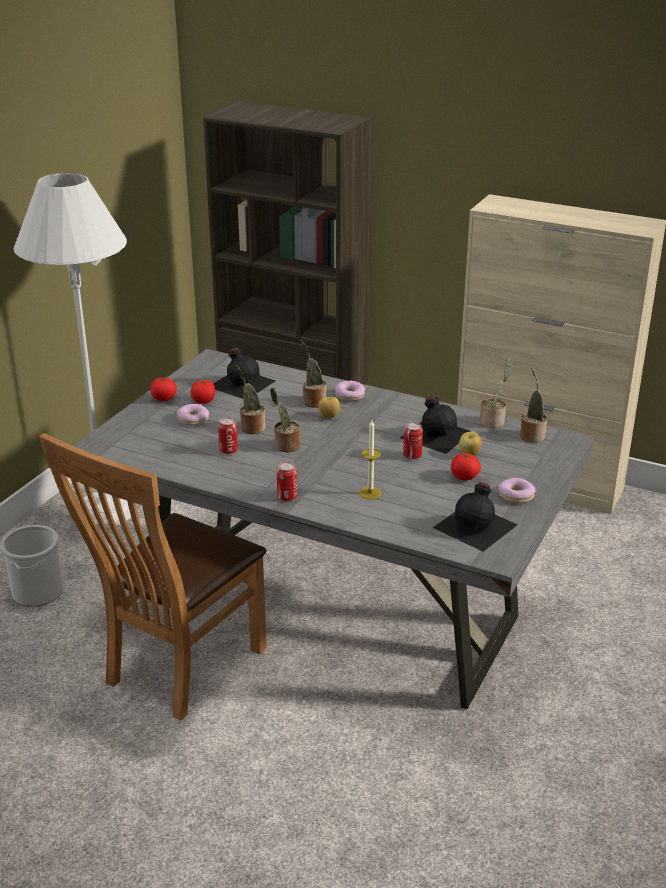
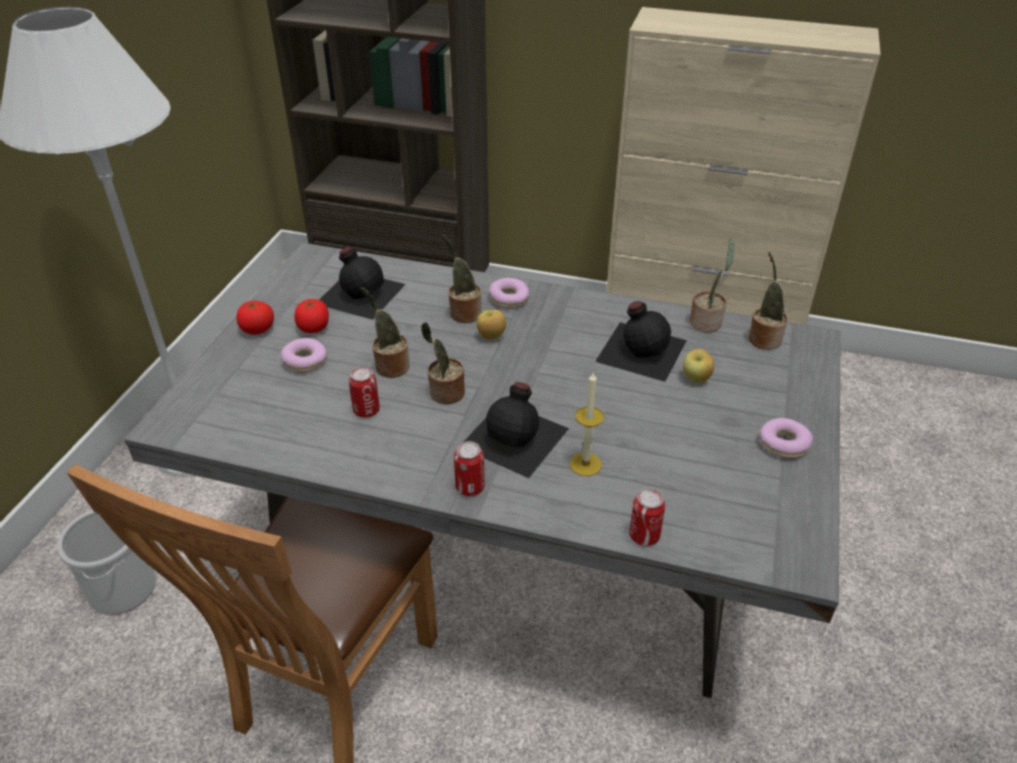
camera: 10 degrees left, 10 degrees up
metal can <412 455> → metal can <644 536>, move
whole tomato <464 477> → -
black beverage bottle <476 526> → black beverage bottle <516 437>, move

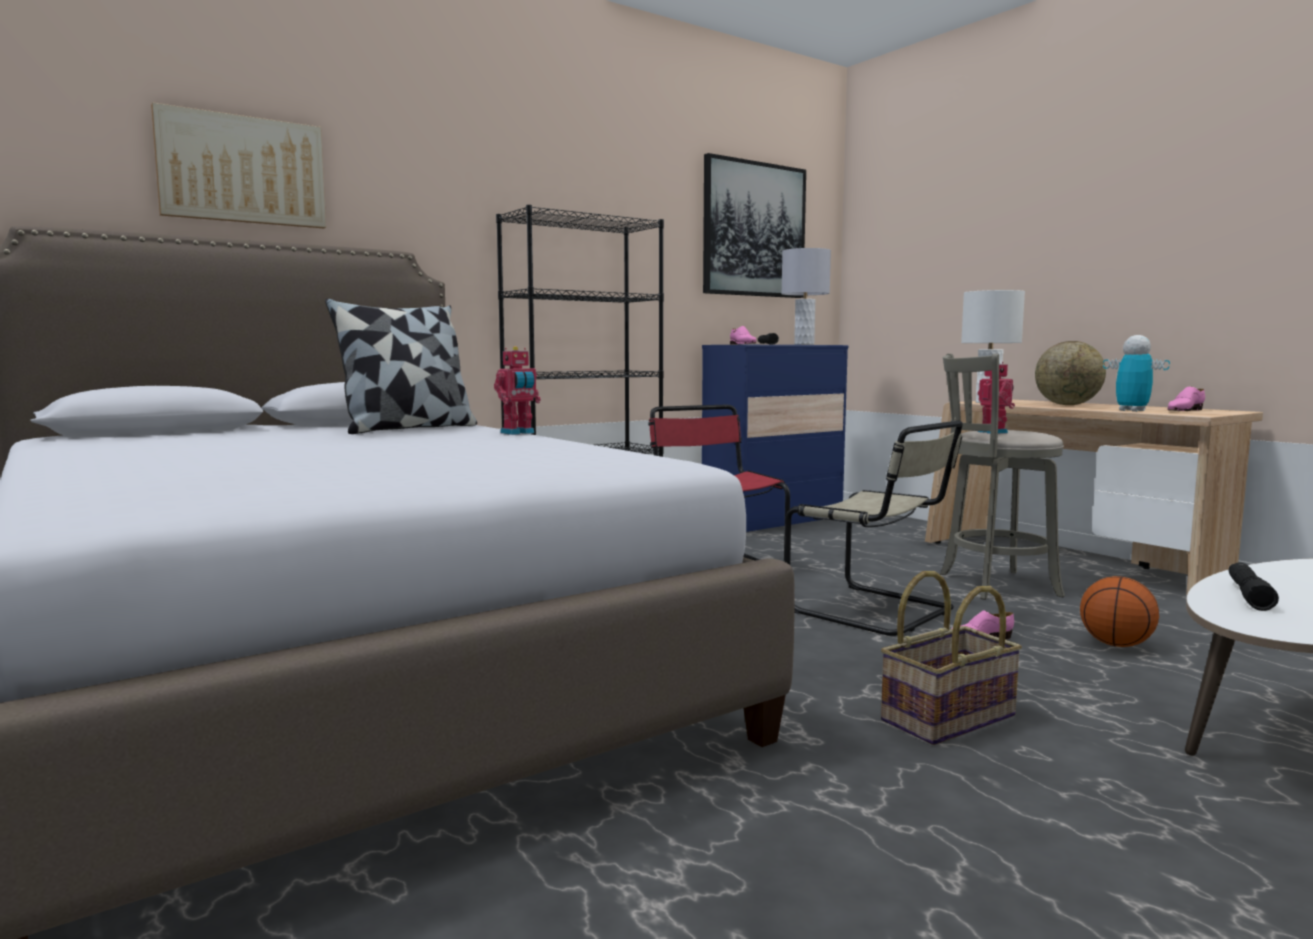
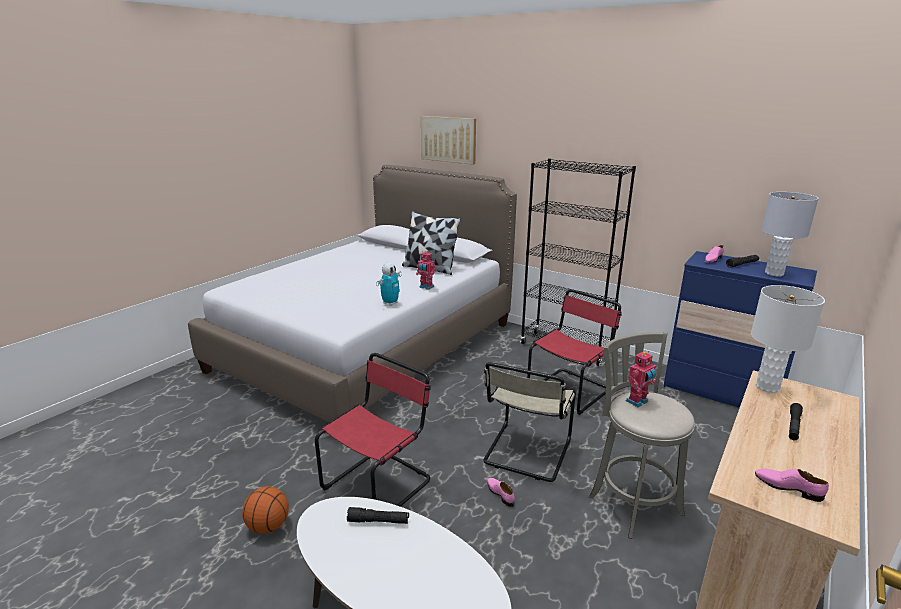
camera: 70 degrees right, 15 degrees up
wall art <754 230> → -
toy robot <1131 410> → toy robot <390 303>, move
globe <1067 405> → black torch <793 426>
basket <947 717> → reddish chair <380 483>
basketball <1116 645> → basketball <268 526>, move

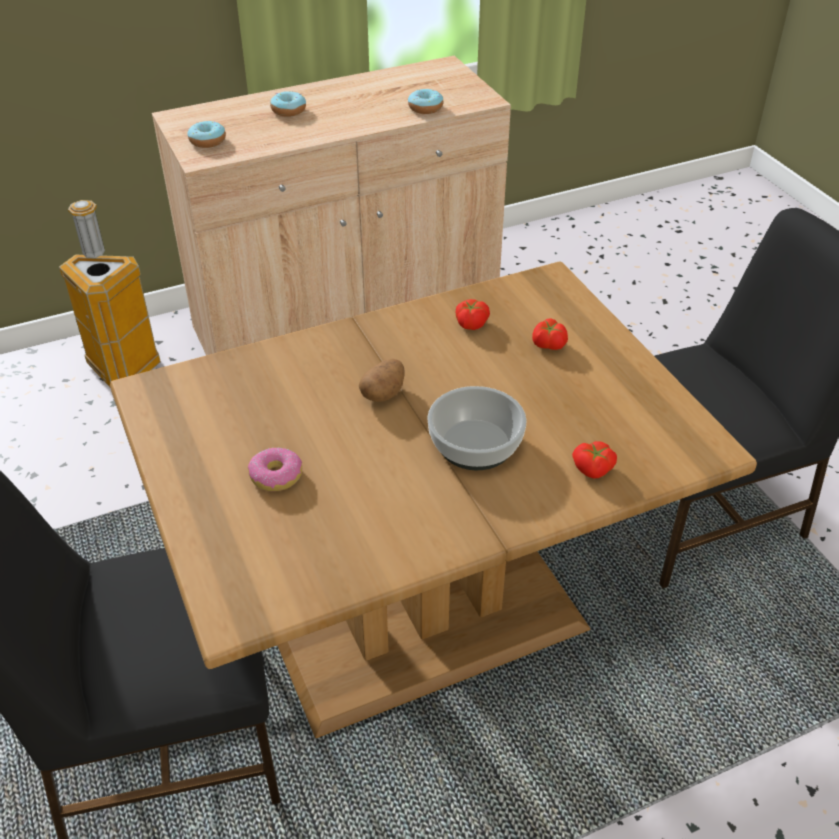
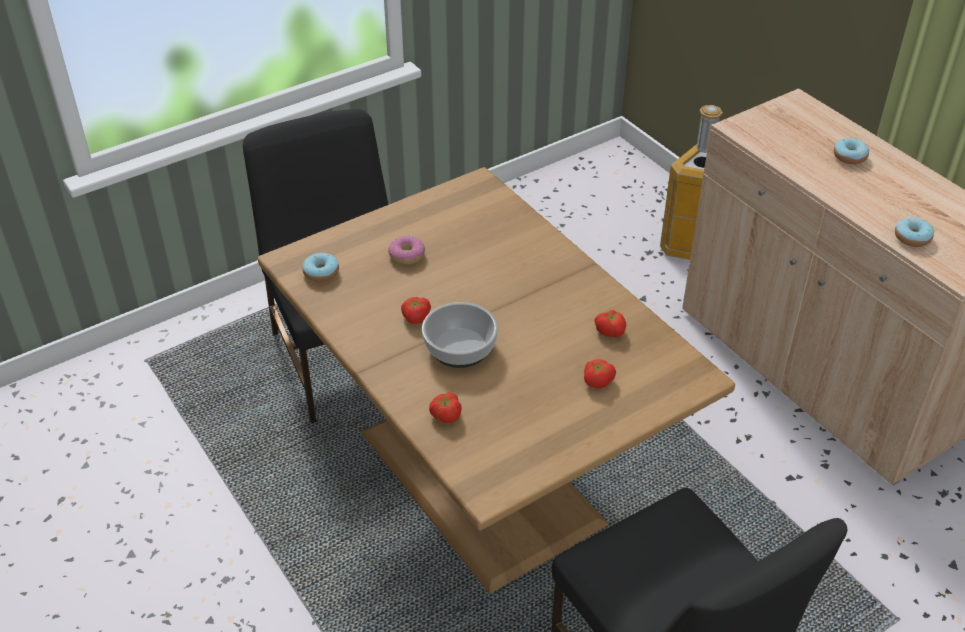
camera: 80 degrees right, 0 degrees up
ring doughnut <207 141> → ring doughnut <321 273>, move
spud <383 393> → -
- → whole tomato <415 317>

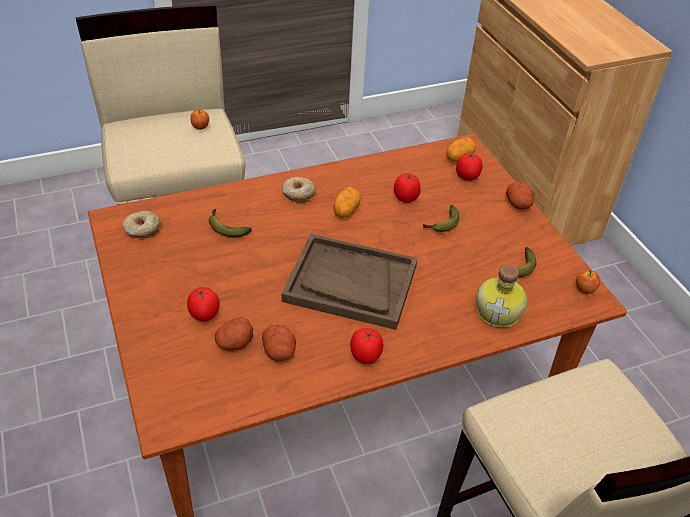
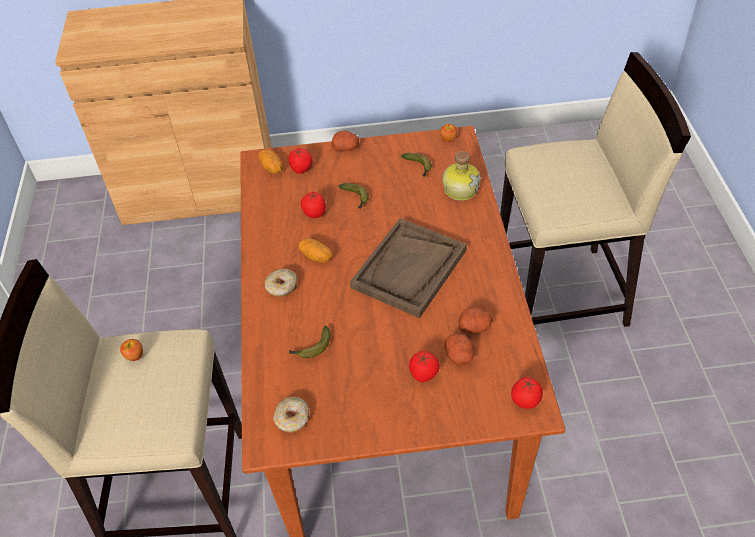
camera: 70 degrees left, 5 degrees up
whole tomato <365 356> → whole tomato <525 401>, move

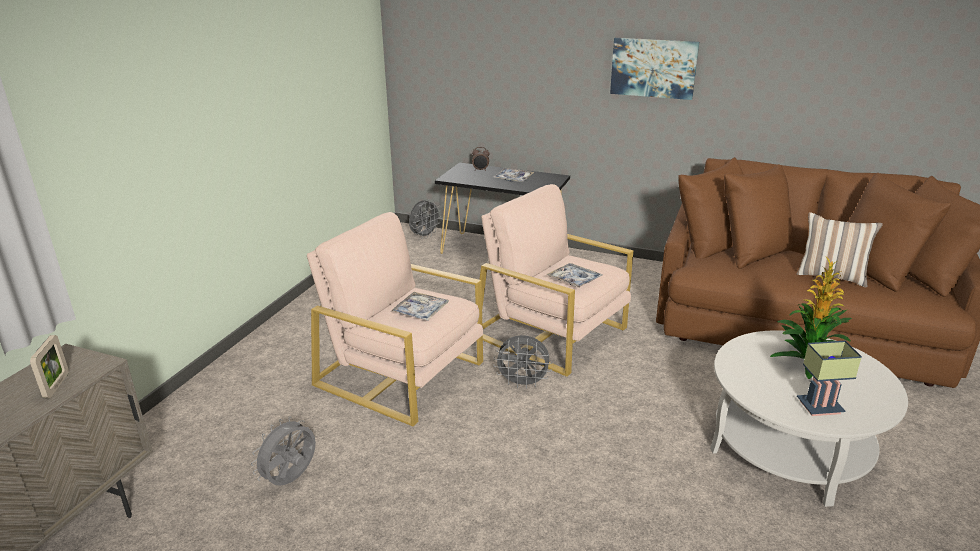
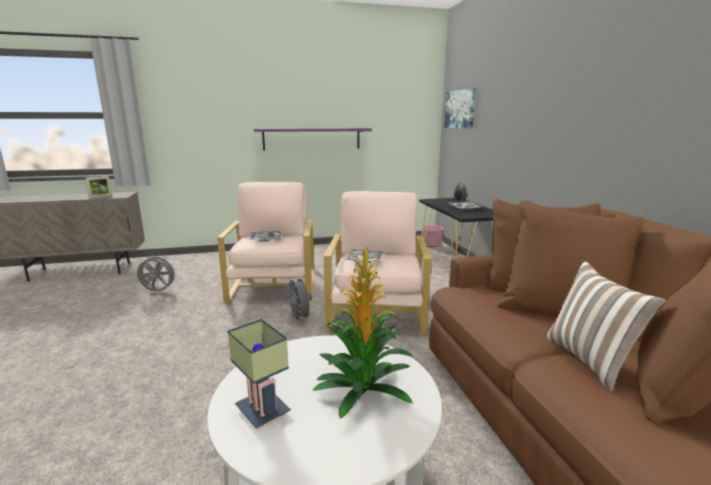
camera: 55 degrees right, 10 degrees down
wall art <653 68> → wall art <460 109>, move
grey cooling fan <424 236> → pink-coloured flower pot <431 246>
- → purplish shelf <312 139>

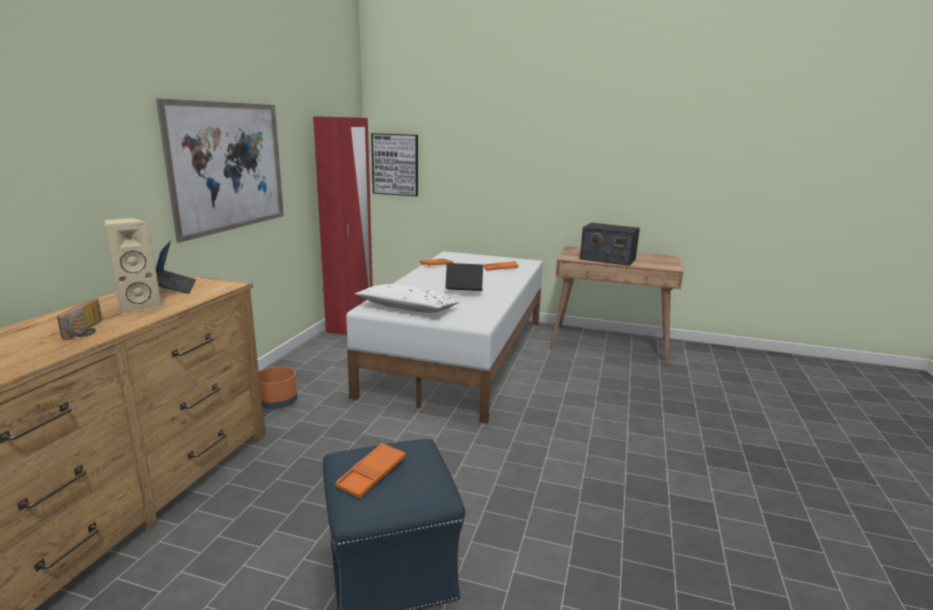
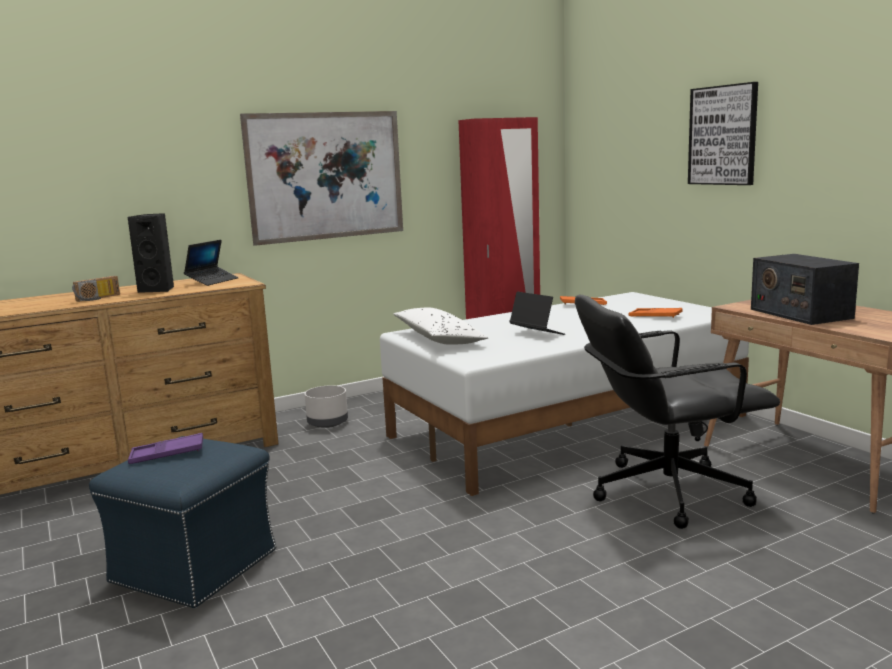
camera: 45 degrees right, 5 degrees down
wall art <395 164> → wall art <723 135>, move
beige-coloured speaker <138 306> → black speaker <158 289>
orange flower pot <277 402> → grey flower pot <328 423>
orange serving tray <372 474> → purplish serving tray <167 454>
- → black computer chair <666 492>

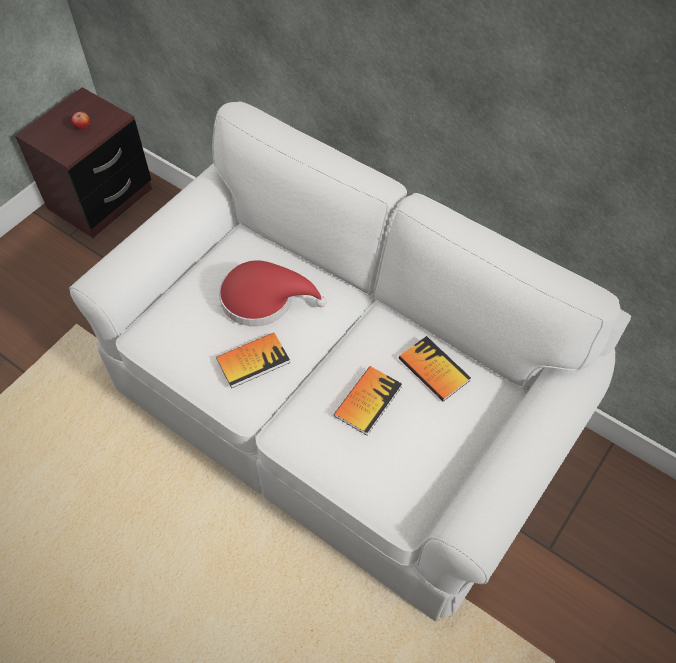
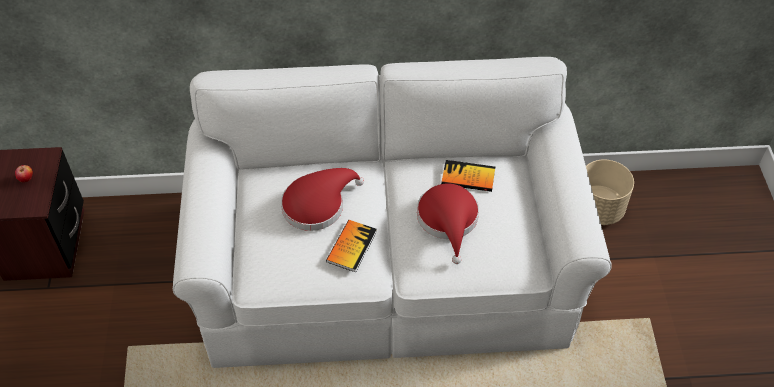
camera: 40 degrees left, 5 degrees down
book <368 401> → reddish hat <448 221>
- → beige-coloured flower pot <598 209>

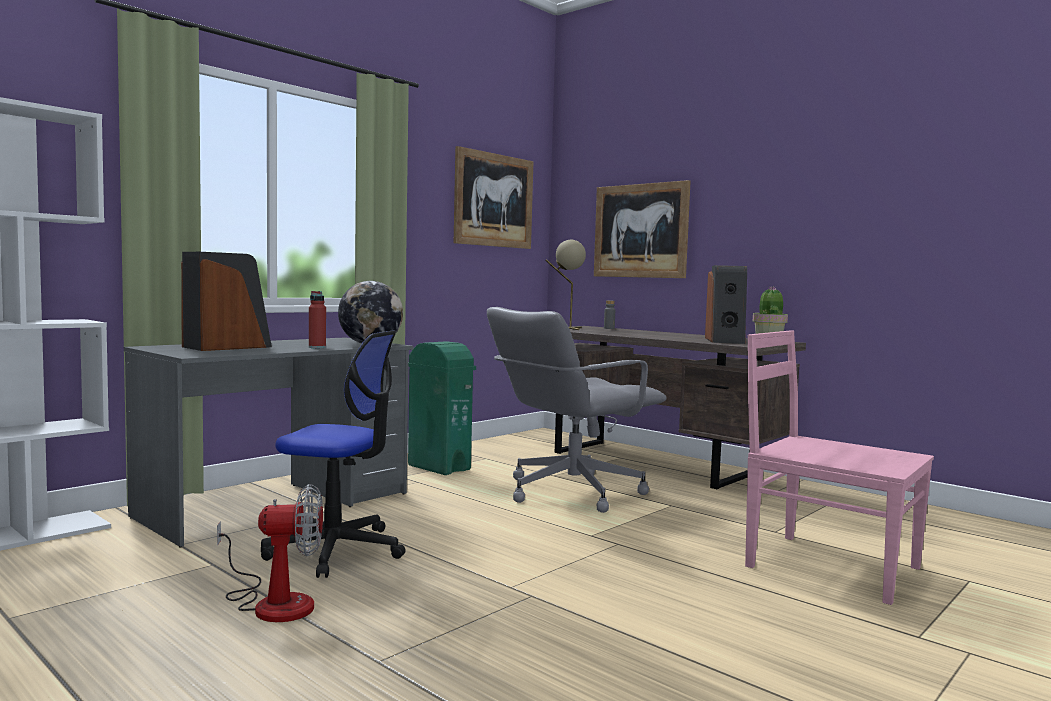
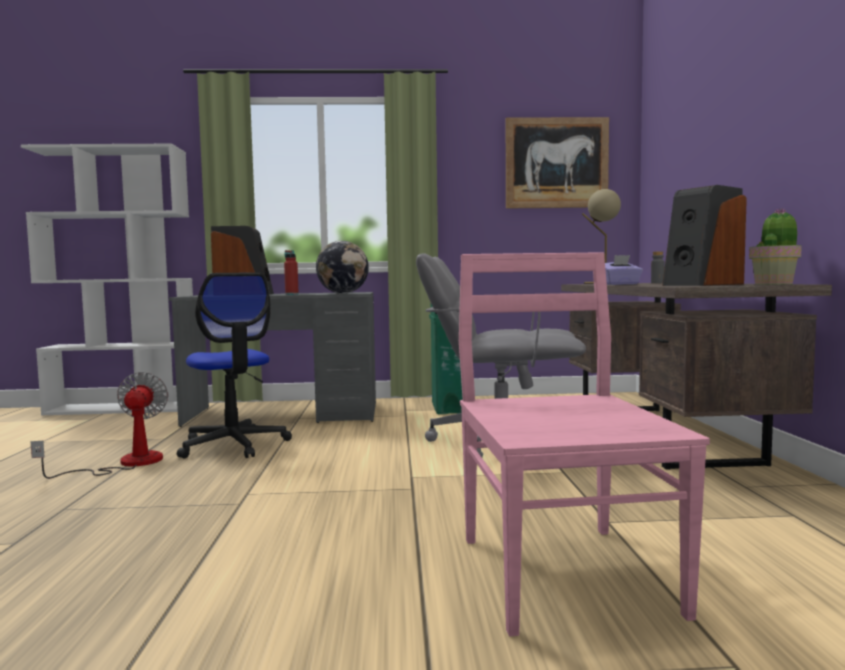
camera: 45 degrees right, 0 degrees up
wall art <640 231> → -
cooling fan <273 602> → cooling fan <126 464>, 135 degrees counterclockwise
- → purplish box of tissues <620 284>

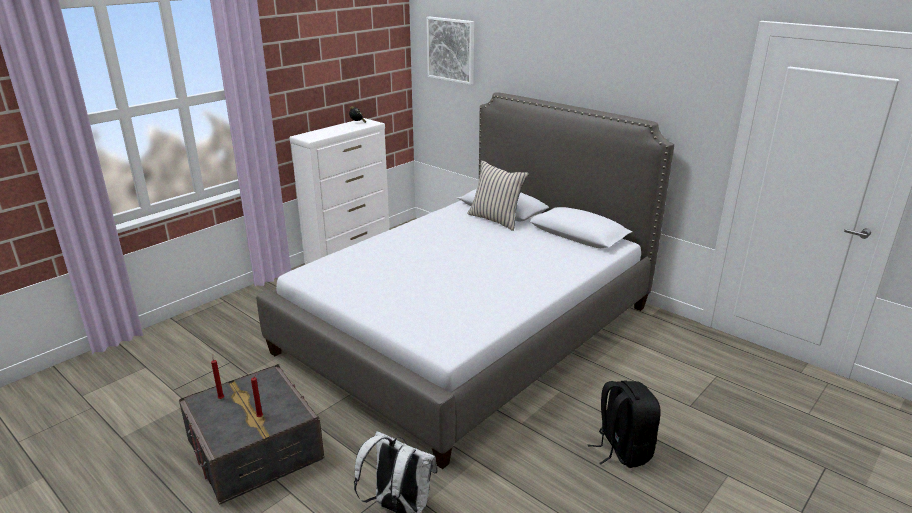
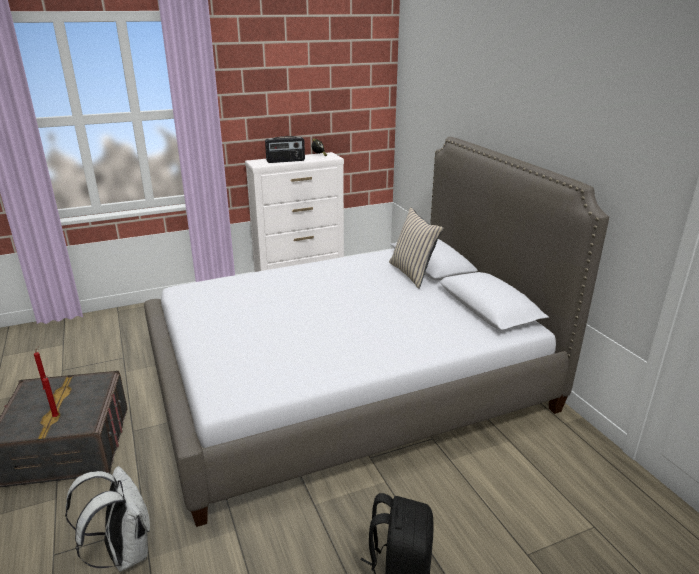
camera: 25 degrees right, 0 degrees up
wall art <451 50> → -
- → radio <285 161>

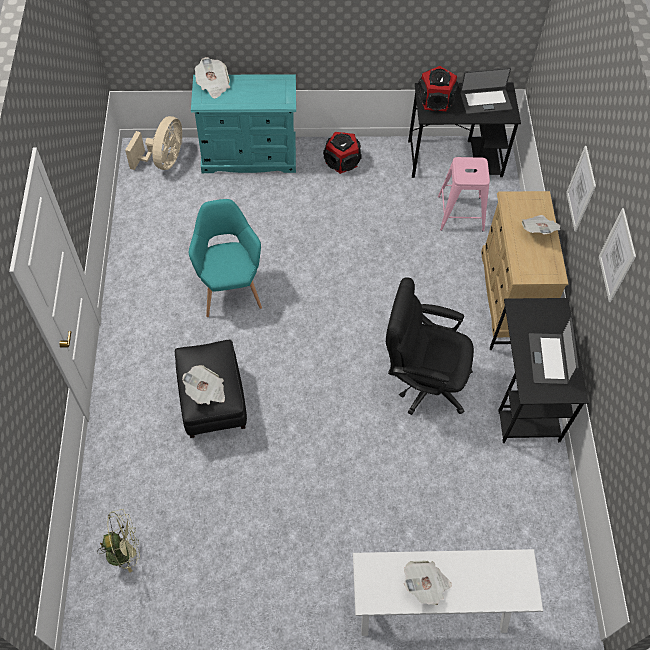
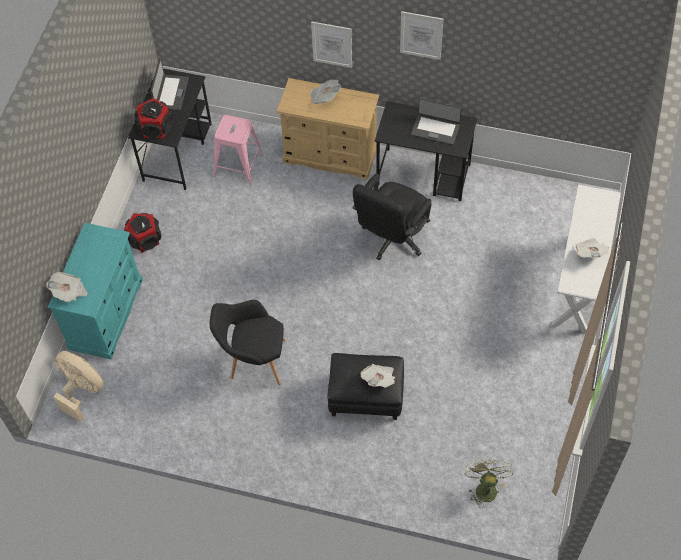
camera: 70 degrees left, 0 degrees up
turquoise lounge chair <229 287> → black lounge chair <253 360>

